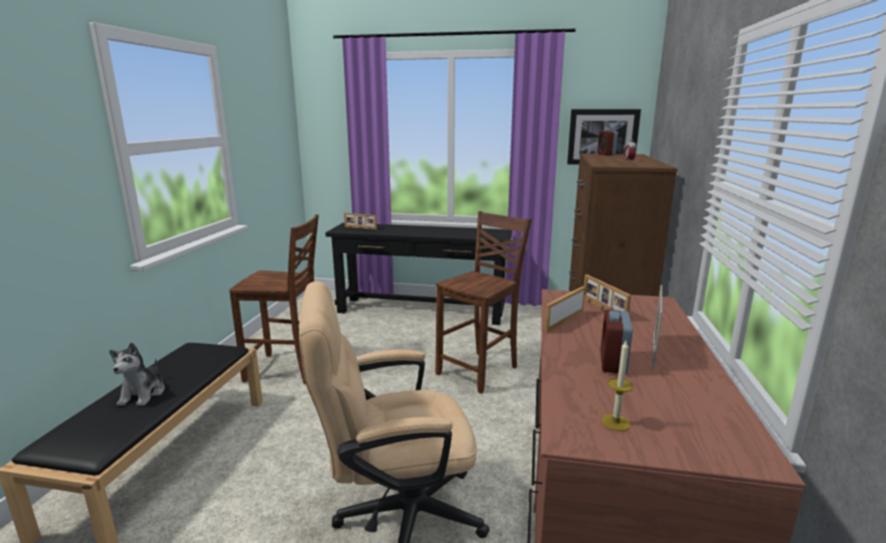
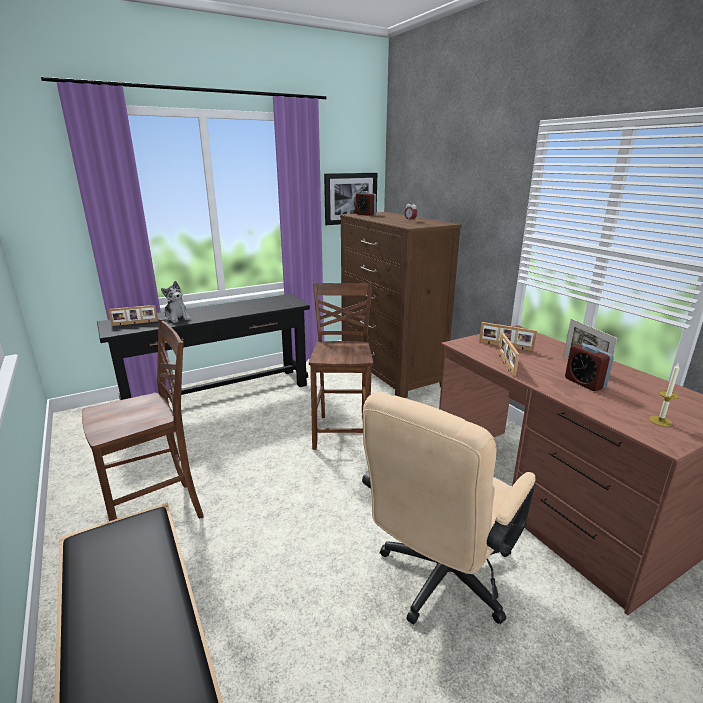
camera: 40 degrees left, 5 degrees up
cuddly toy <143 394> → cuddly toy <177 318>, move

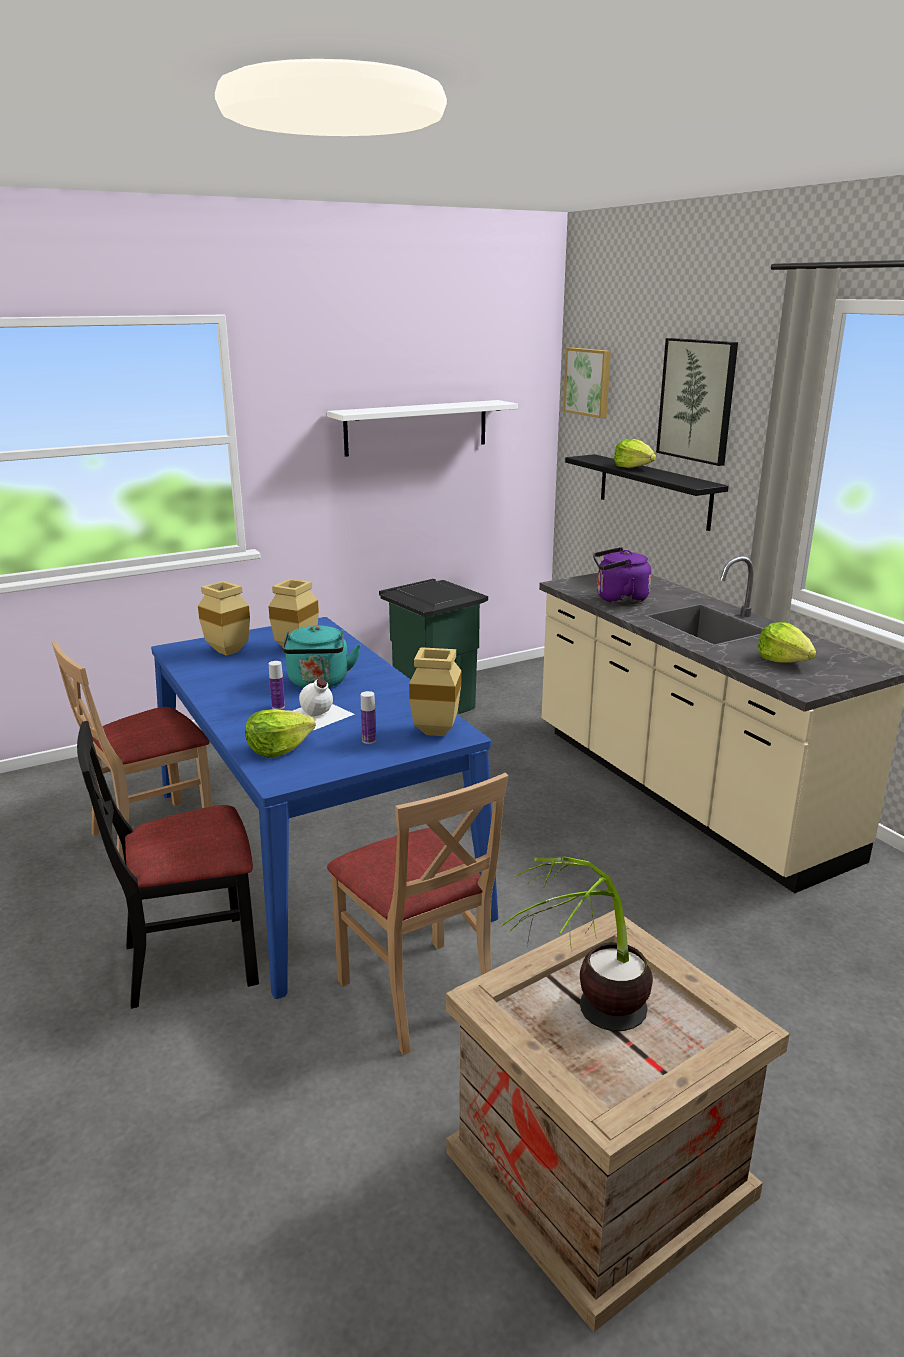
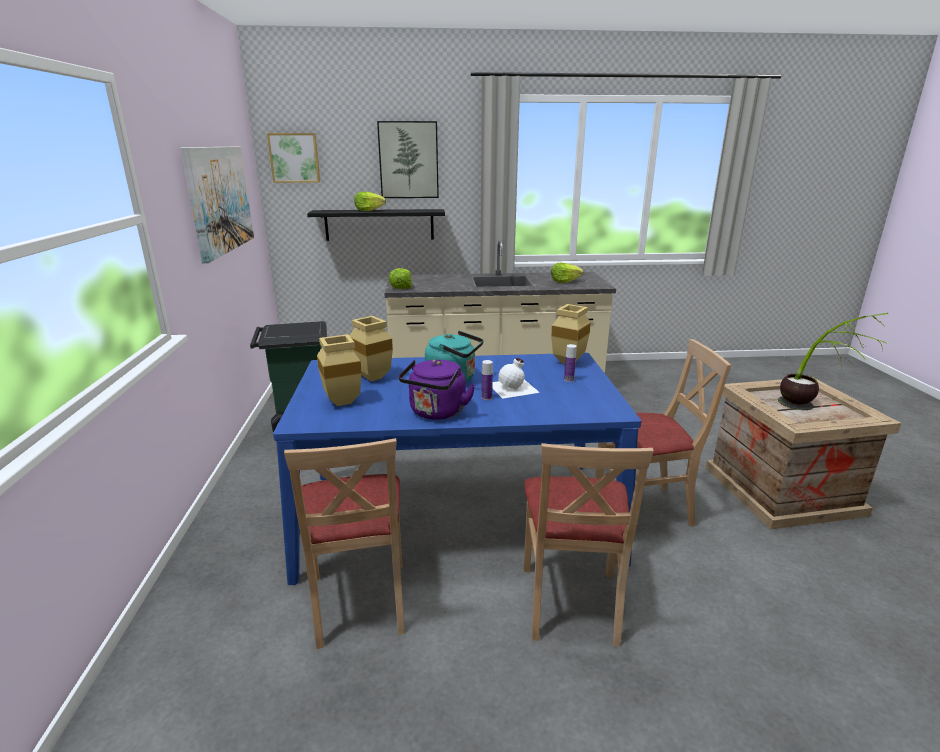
camera: 65 degrees left, 0 degrees up
whitish shelf <416 427> → wall art <219 199>
purplish kettle <618 599> → purplish kettle <436 413>, move
lettuce <278 748> → lettuce <400 287>, move
black chair <190 961> → beige-coloured chair <571 602>

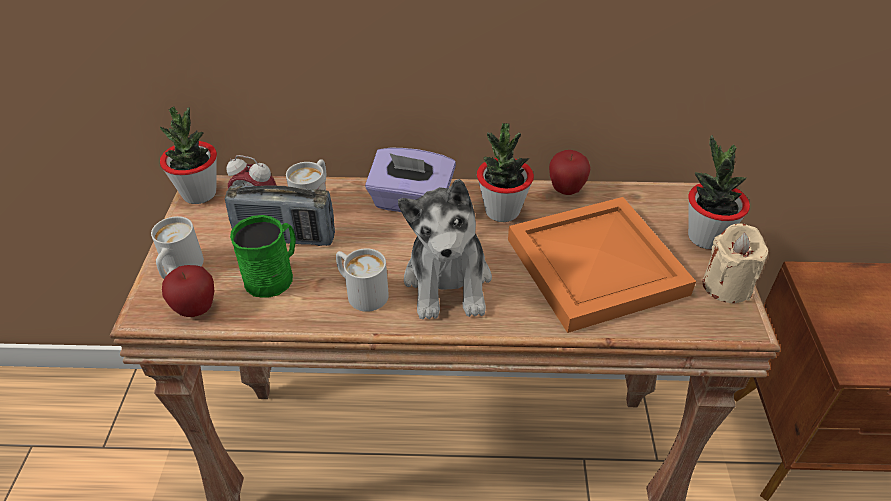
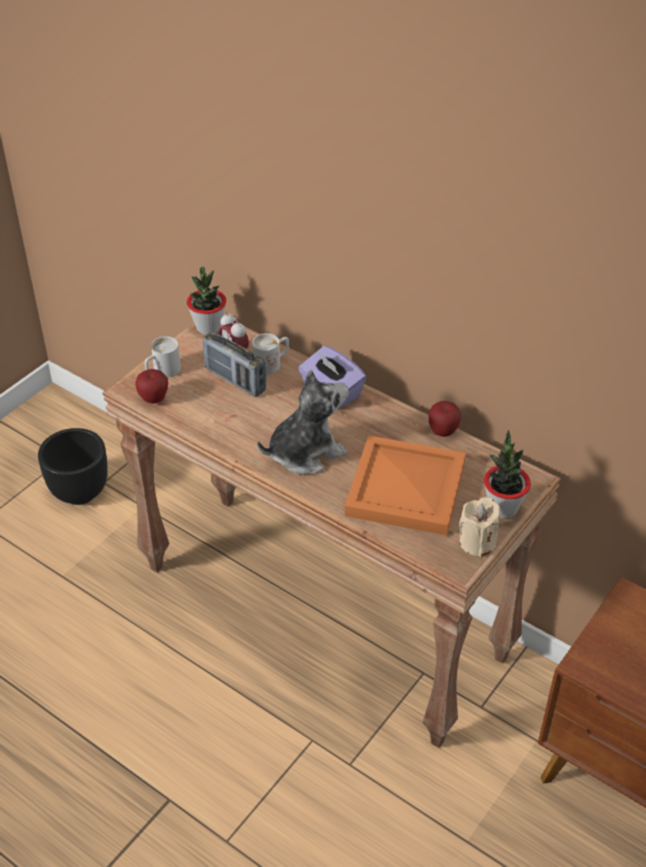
camera: 35 degrees right, 0 degrees up
potted plant <502 211> → -
cuddly toy <448 281> → cuddly toy <305 452>, 150 degrees counterclockwise
greenish coffee mug <274 275> → -
whitish coffee mug <361 292> → -
- → black flower pot <80 492>

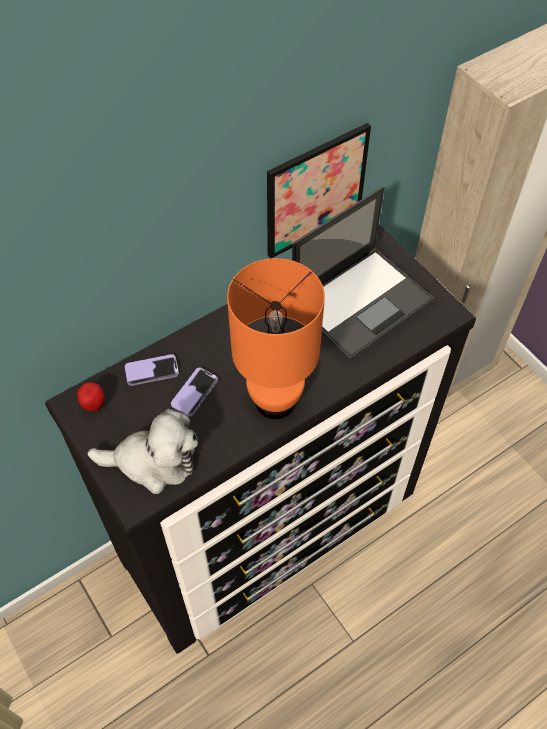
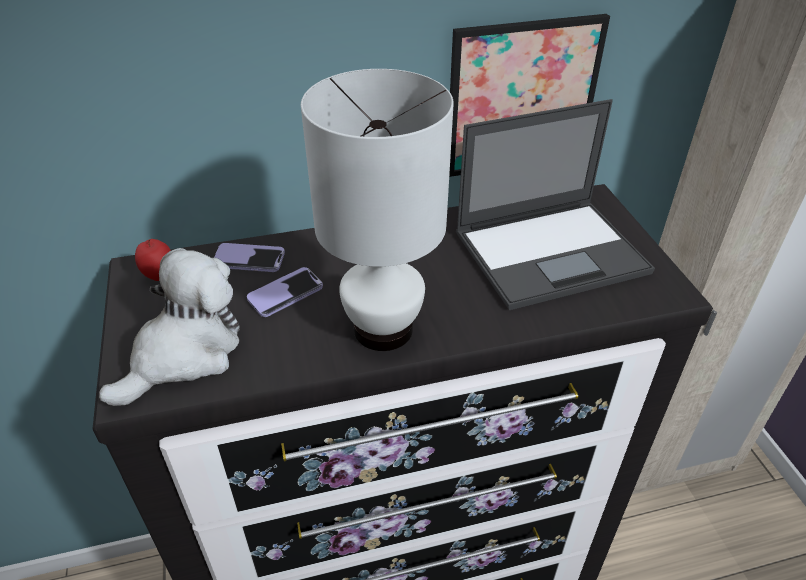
camera: 20 degrees right, 15 degrees down
orange lamp for a table <274 402> → whitish lamp for a table <382 330>
cuddly toy <153 461> → cuddly toy <185 354>, 75 degrees counterclockwise

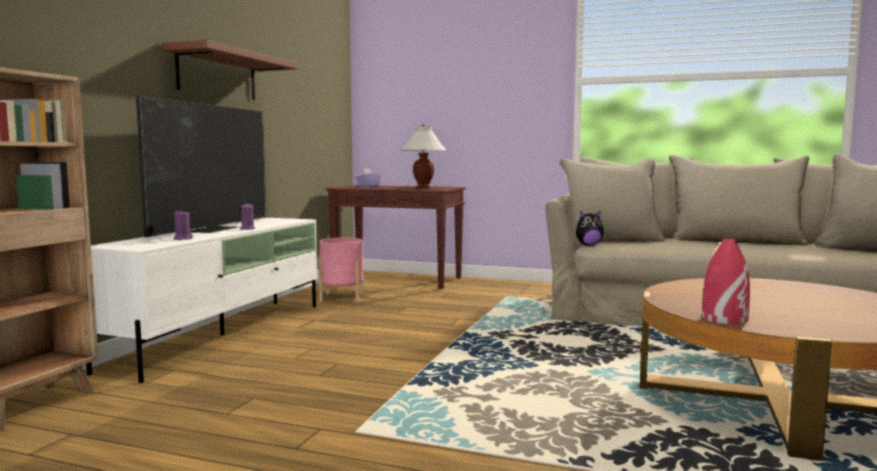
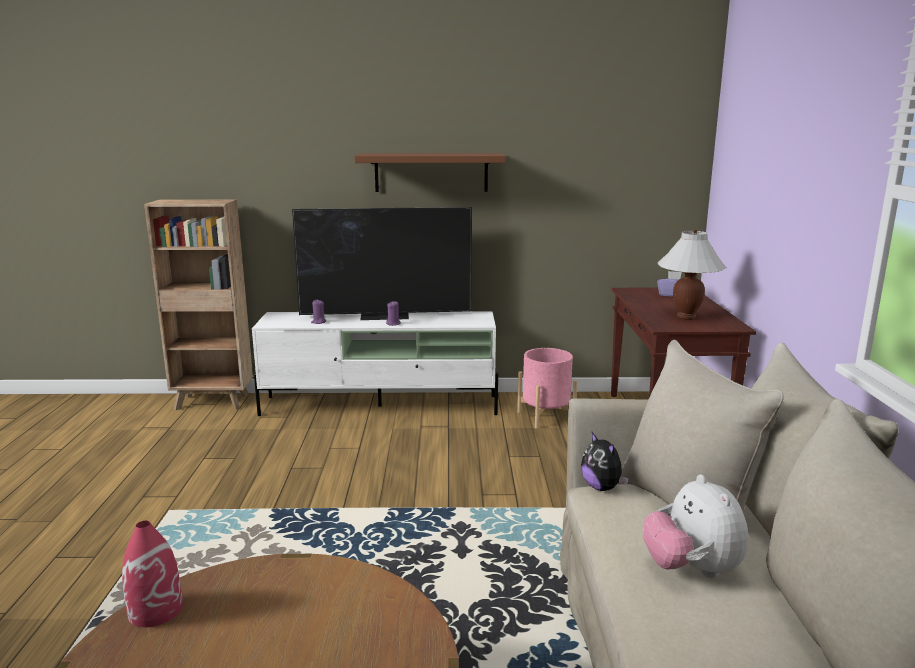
camera: 70 degrees right, 10 degrees up
- → cuddly toy <691 569>

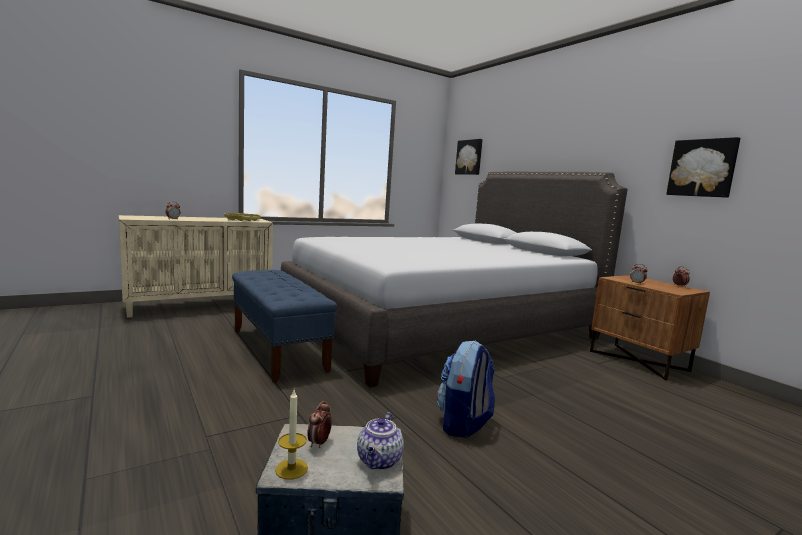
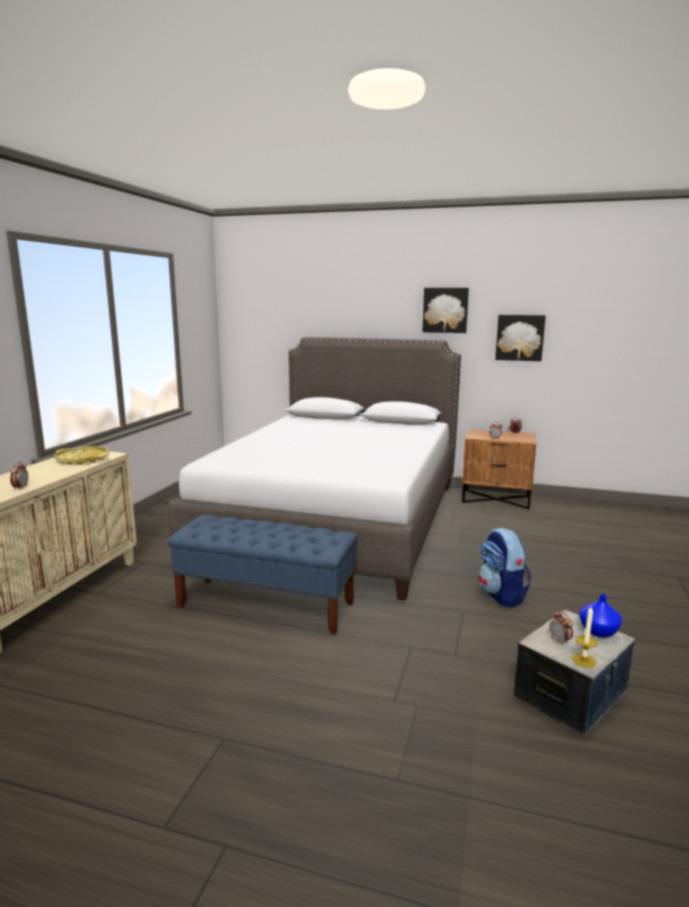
camera: 40 degrees left, 5 degrees up
wall art <469 157> → wall art <445 310>, move
pot for tea <379 461> → blue-coloured decorative vase <599 631>

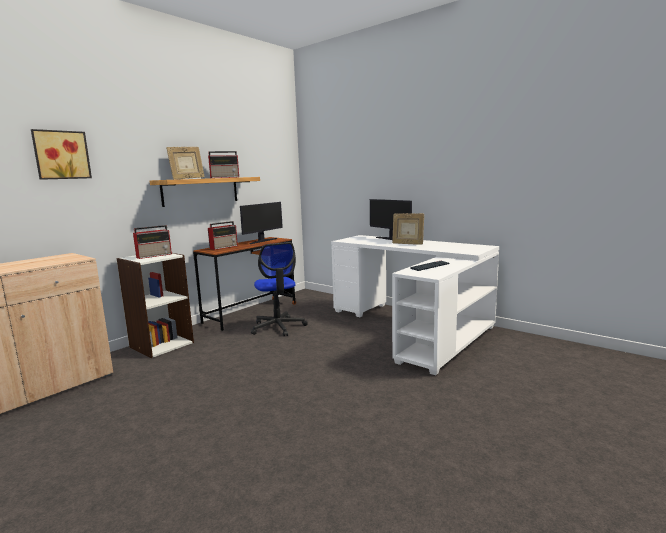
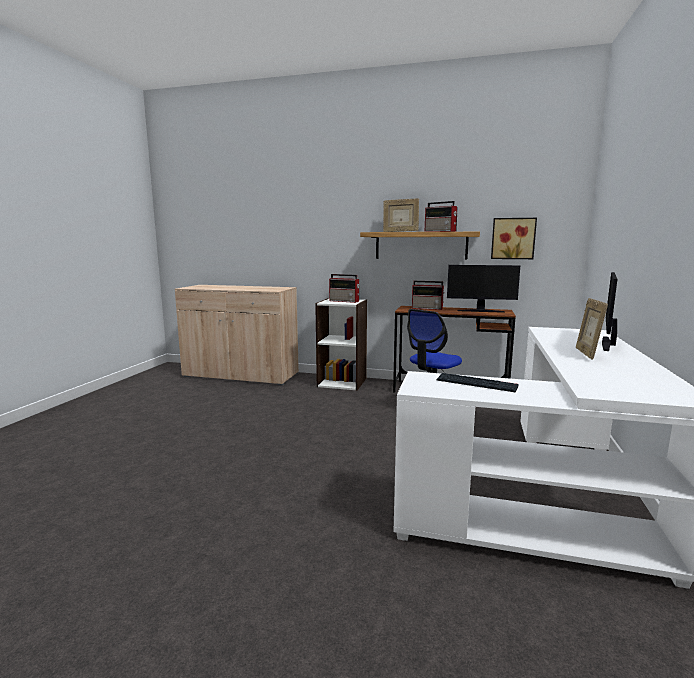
camera: 65 degrees right, 0 degrees up
wall art <61 155> → wall art <513 238>, move

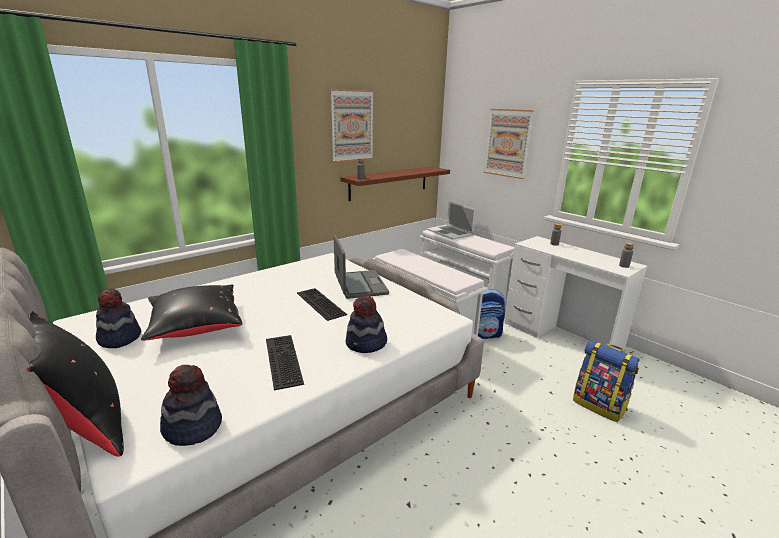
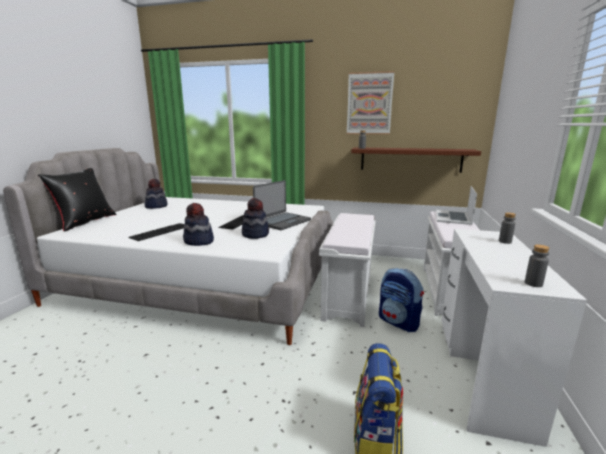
camera: 55 degrees right, 5 degrees down
wall art <507 143> → -
black cushion <195 326> → -
hat <193 427> → hat <255 234>, move

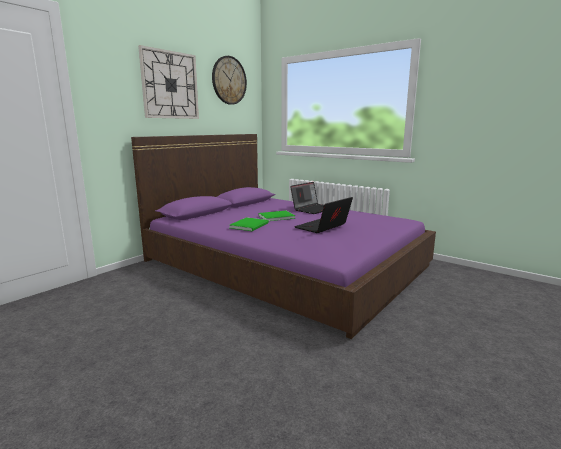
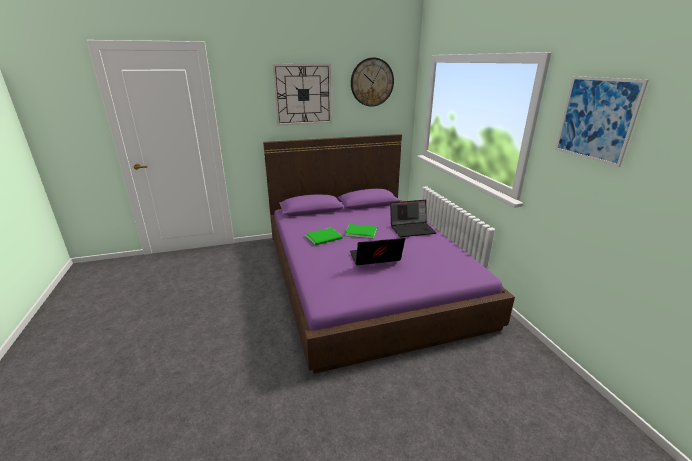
camera: 35 degrees right, 10 degrees up
- → wall art <596 119>

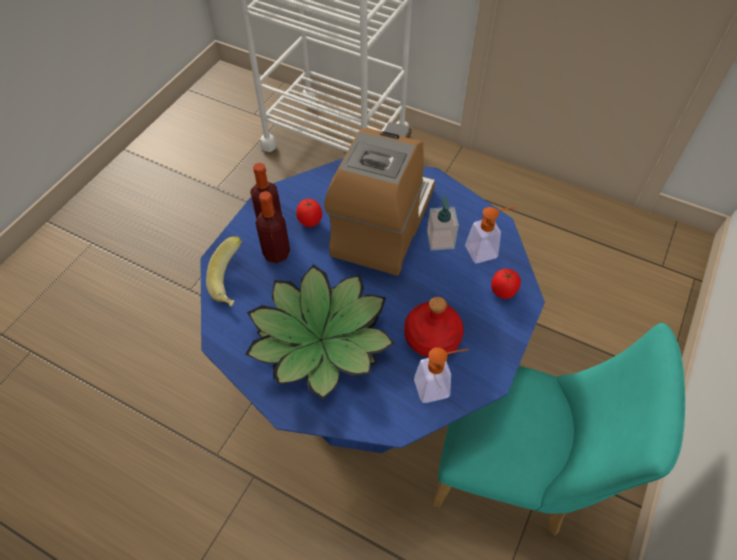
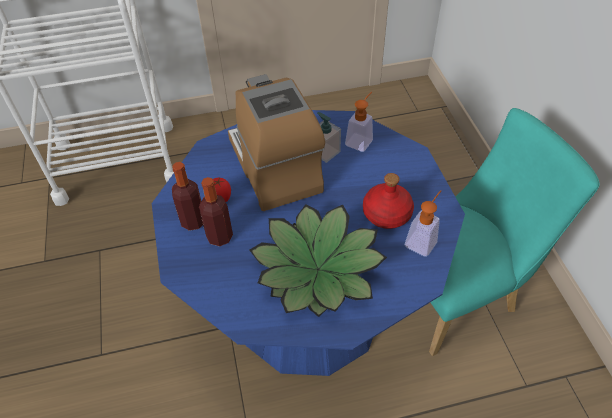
camera: 40 degrees left, 5 degrees down
whole banana <233 282> → -
whole tomato <503 291> → -

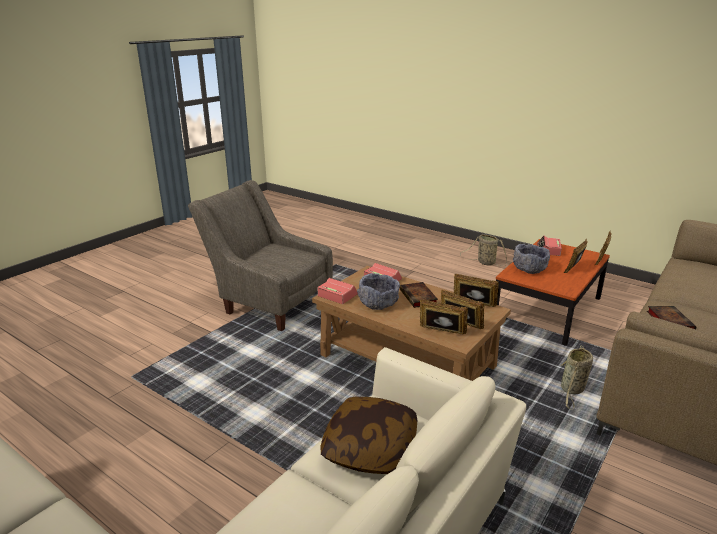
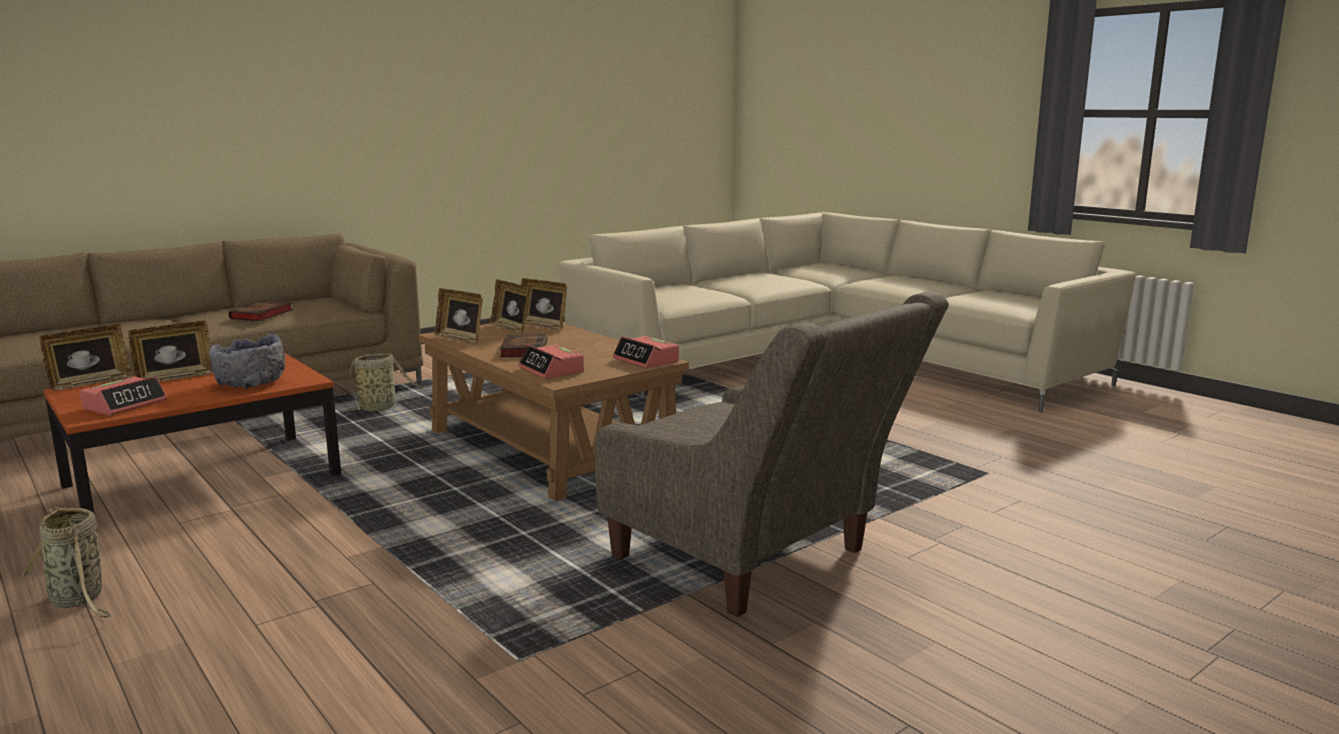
camera: 165 degrees left, 10 degrees down
grey bowl <378 303> → -
cushion <370 448> → -

